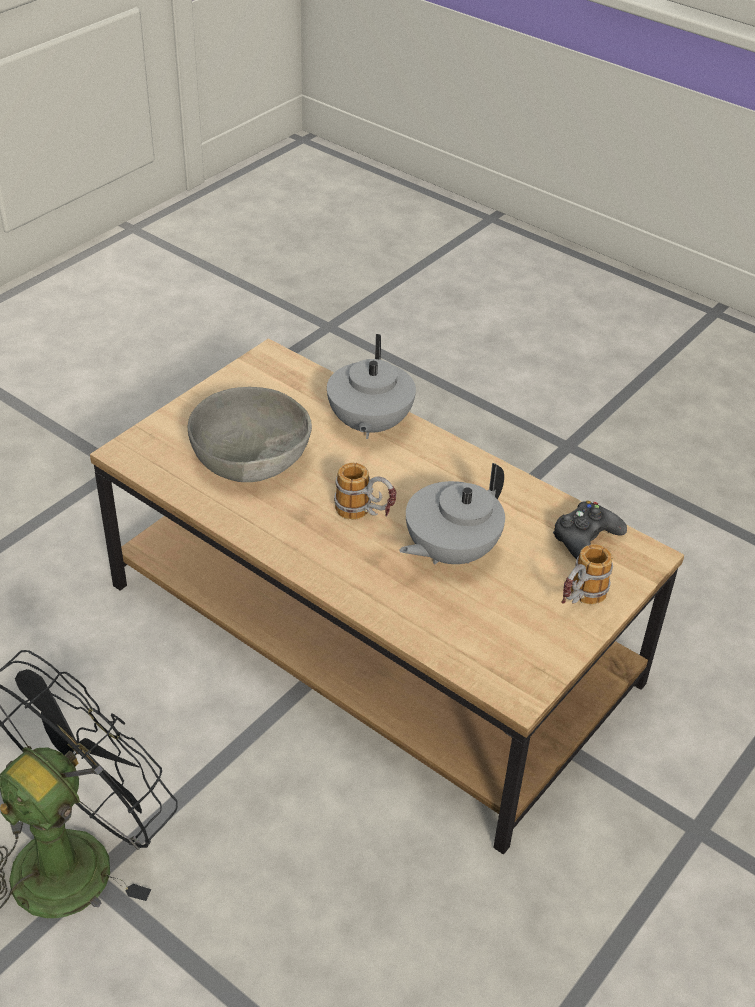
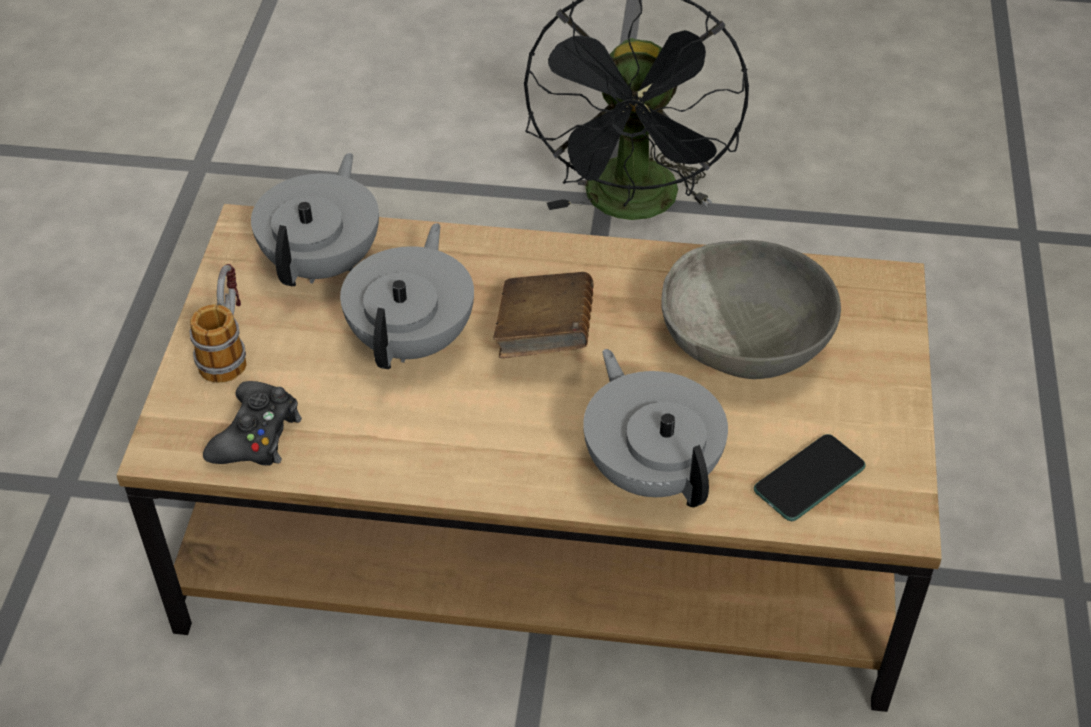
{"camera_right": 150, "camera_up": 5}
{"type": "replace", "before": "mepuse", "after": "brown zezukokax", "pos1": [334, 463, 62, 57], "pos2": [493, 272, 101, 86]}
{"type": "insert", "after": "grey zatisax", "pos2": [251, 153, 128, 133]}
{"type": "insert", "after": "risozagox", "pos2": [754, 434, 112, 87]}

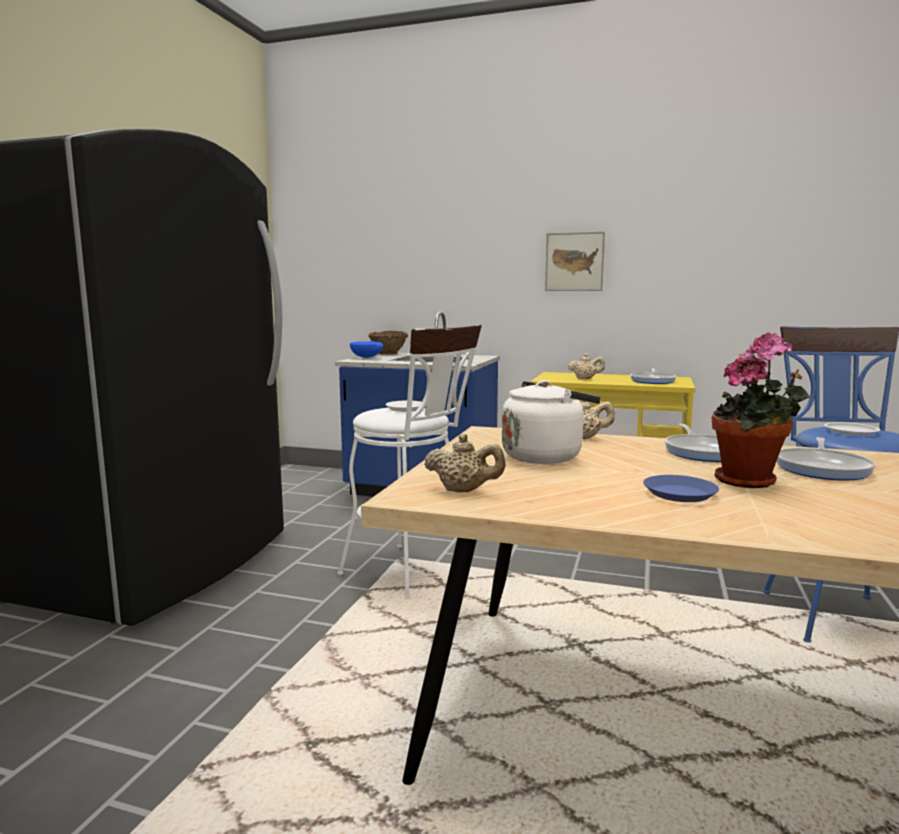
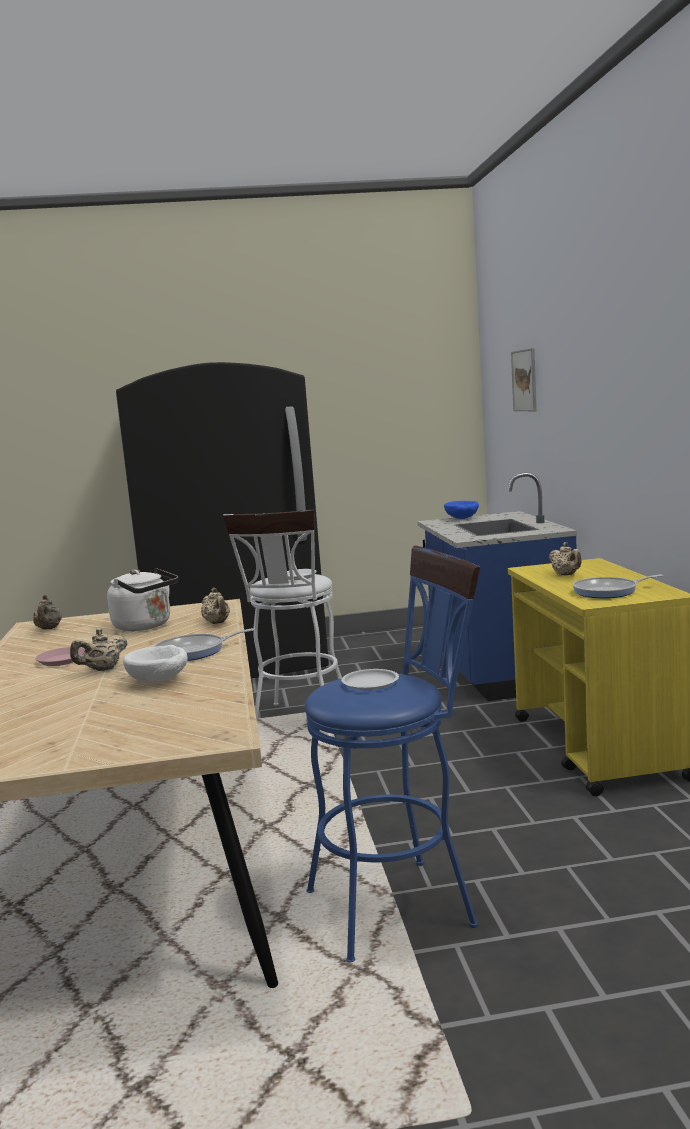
{"camera_right": 65, "camera_up": 0}
{"type": "move", "before": "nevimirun", "pos1": [545, 232, 60, 59], "pos2": [511, 348, 26, 63]}
{"type": "delete", "before": "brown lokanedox", "pos1": [369, 330, 39, 25]}
{"type": "replace", "before": "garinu", "after": "beige zatisax", "pos1": [712, 333, 97, 155], "pos2": [70, 628, 58, 43]}
{"type": "replace", "before": "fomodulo", "after": "white lokanedox", "pos1": [776, 437, 100, 44], "pos2": [123, 645, 65, 38]}
{"type": "recolor", "before": "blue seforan", "after": "pink seforan", "pos1": [643, 475, 76, 27], "pos2": [35, 647, 50, 19]}

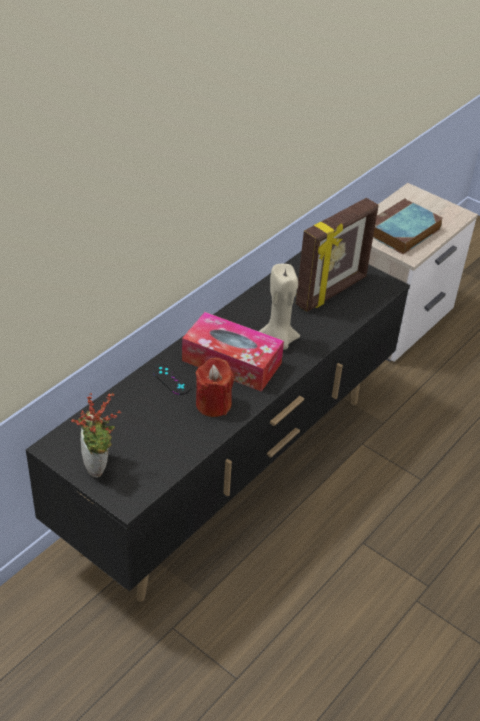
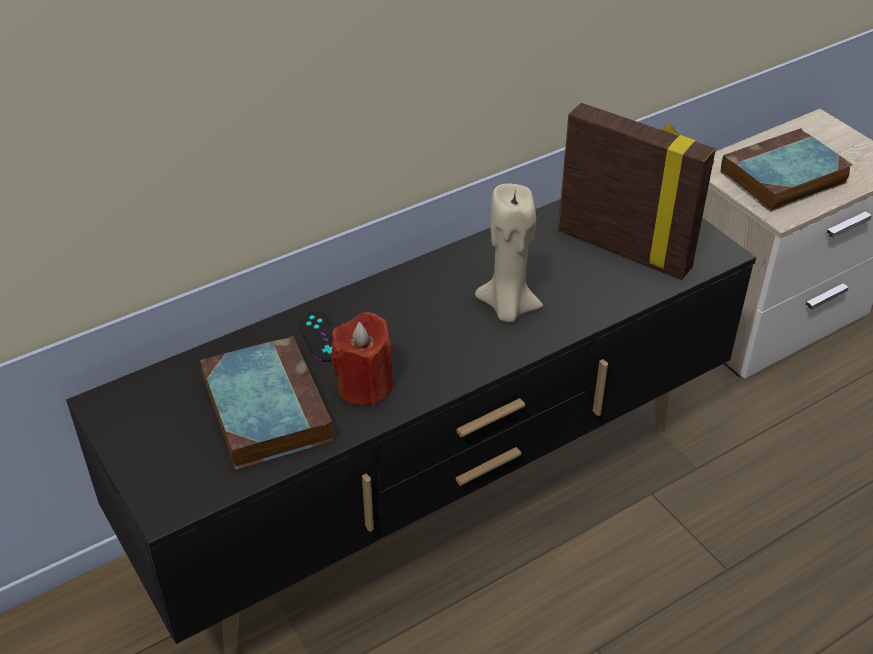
{"camera_right": 20, "camera_up": 0}
{"type": "rotate", "before": "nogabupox", "pos1": [296, 198, 83, 114], "pos2": [558, 103, 158, 177], "turn": -120}
{"type": "delete", "before": "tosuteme", "pos1": [182, 312, 102, 80]}
{"type": "delete", "before": "garinu", "pos1": [71, 392, 50, 86]}
{"type": "insert", "after": "zezukokax", "pos2": [200, 336, 134, 134]}

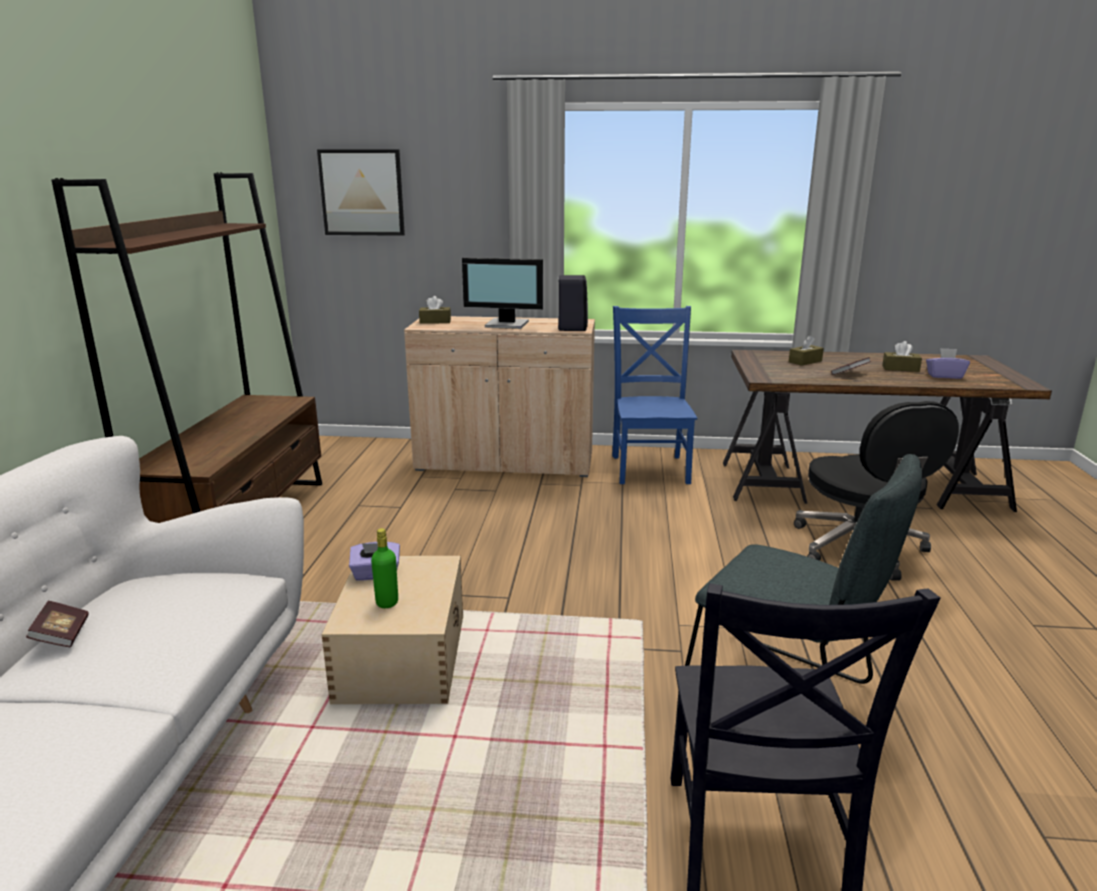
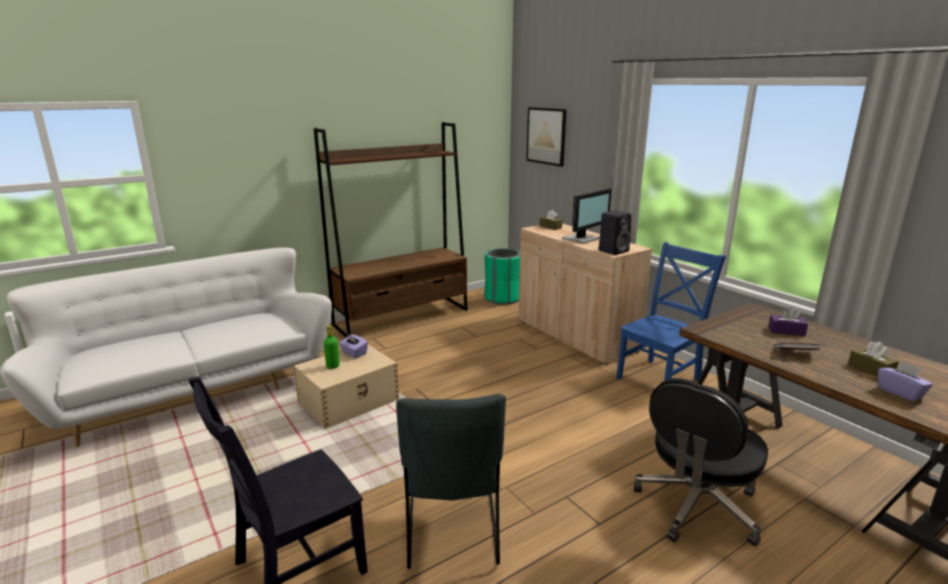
{"camera_right": 50, "camera_up": 0}
{"type": "rotate", "before": "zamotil", "pos1": [462, 257, 81, 72], "pos2": [562, 188, 50, 56], "turn": -105}
{"type": "recolor", "before": "brown tosuteme", "after": "purple tosuteme", "pos1": [789, 335, 35, 31], "pos2": [768, 307, 40, 29]}
{"type": "delete", "before": "zezukokax", "pos1": [26, 601, 63, 46]}
{"type": "insert", "after": "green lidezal", "pos2": [484, 248, 36, 57]}

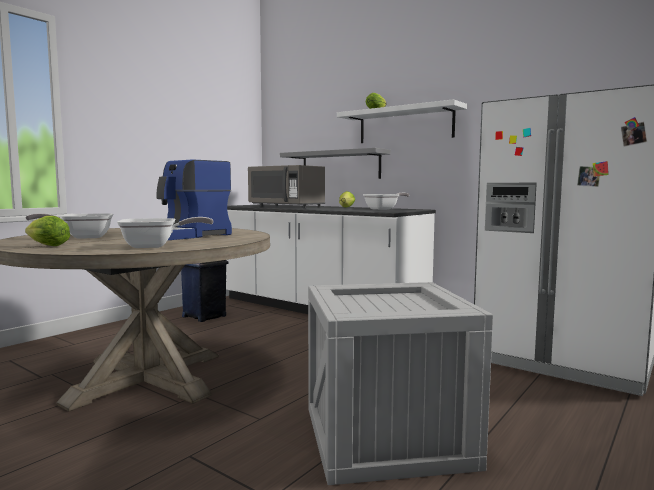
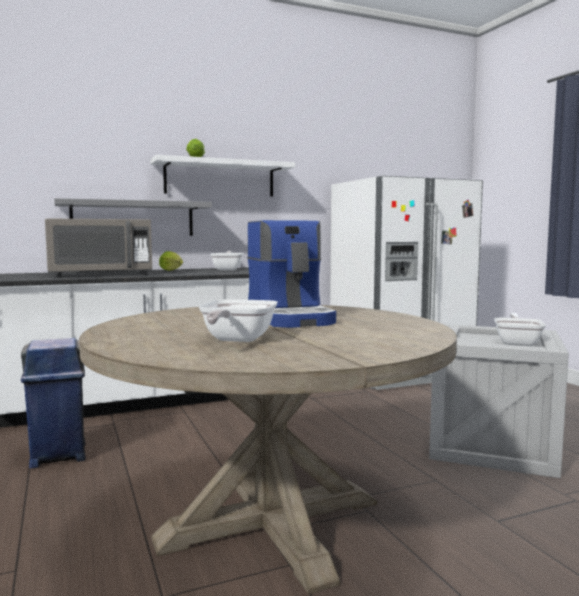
{"camera_right": -60, "camera_up": 0}
{"type": "delete", "before": "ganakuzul", "pos1": [25, 216, 45, 30]}
{"type": "move", "before": "fomodulo", "pos1": [117, 217, 96, 31], "pos2": [494, 313, 52, 33]}

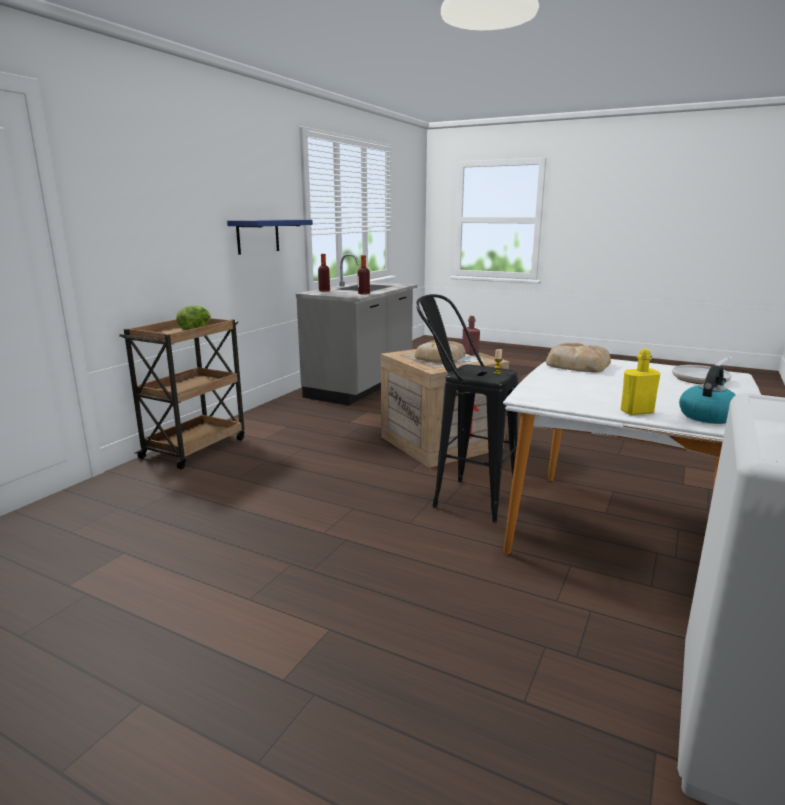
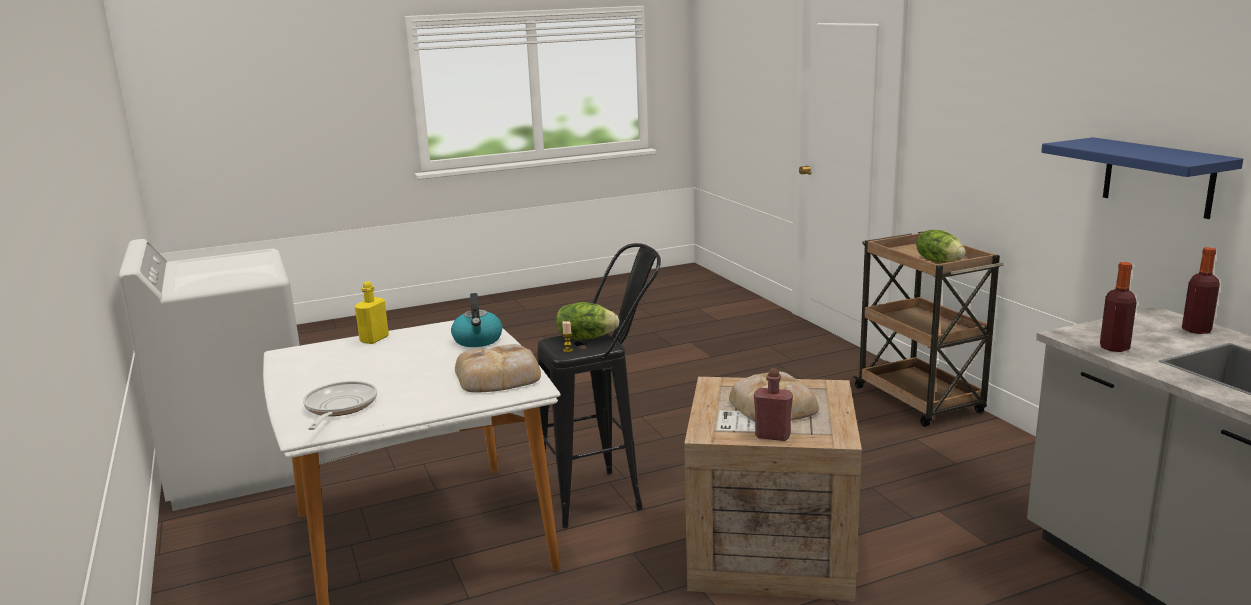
{"camera_right": 130, "camera_up": 0}
{"type": "move", "before": "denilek", "pos1": [679, 365, 57, 59], "pos2": [451, 293, 52, 54]}
{"type": "insert", "after": "ganakuzul", "pos2": [556, 302, 63, 38]}

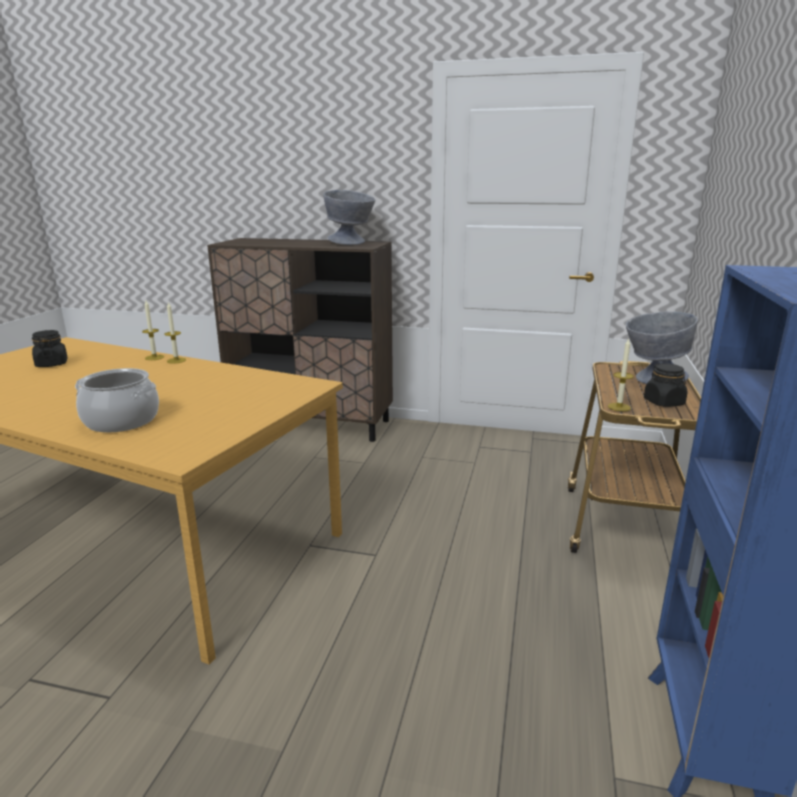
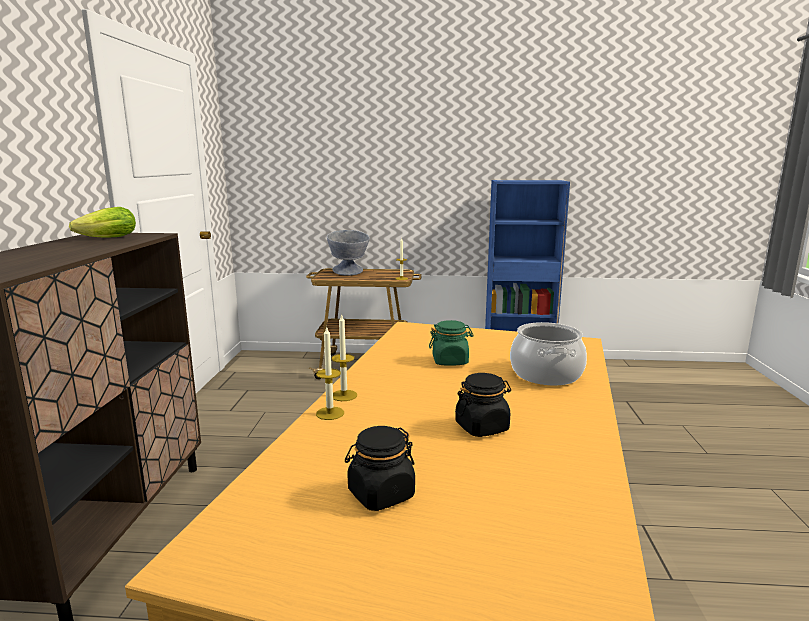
{"camera_right": -100, "camera_up": -5}
{"type": "replace", "before": "grey lokanedox", "after": "ganakuzul", "pos1": [323, 190, 52, 55], "pos2": [69, 207, 67, 31]}
{"type": "move", "before": "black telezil", "pos1": [644, 363, 44, 44], "pos2": [455, 373, 56, 64]}
{"type": "insert", "after": "green telezil", "pos2": [429, 320, 45, 46]}

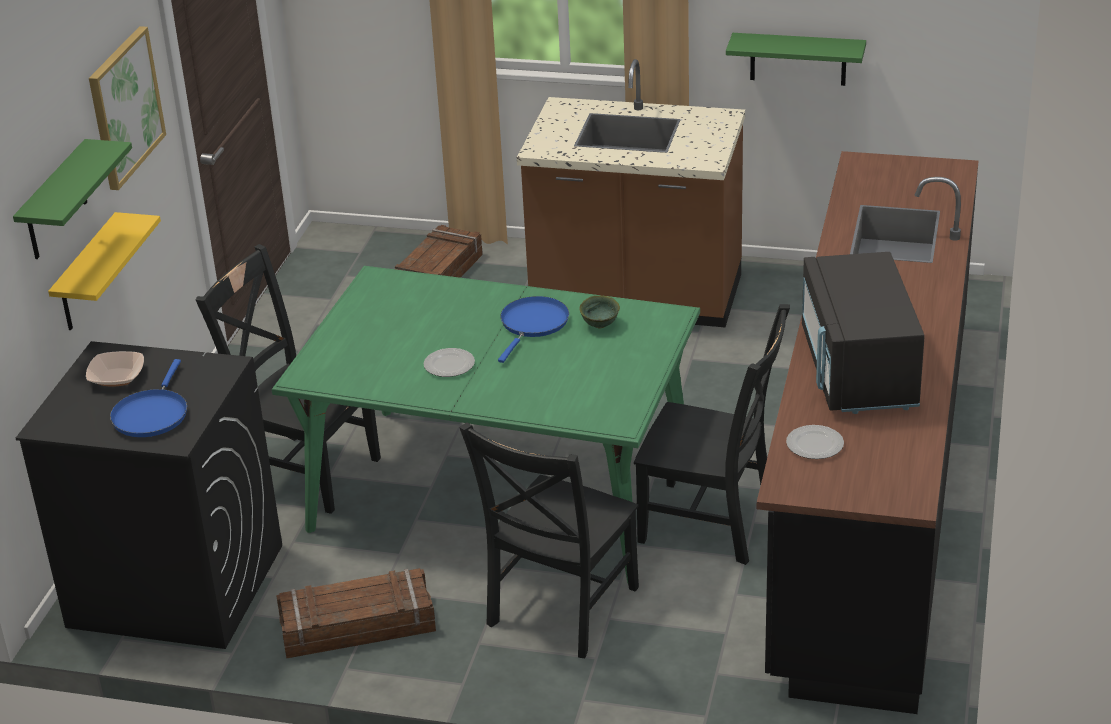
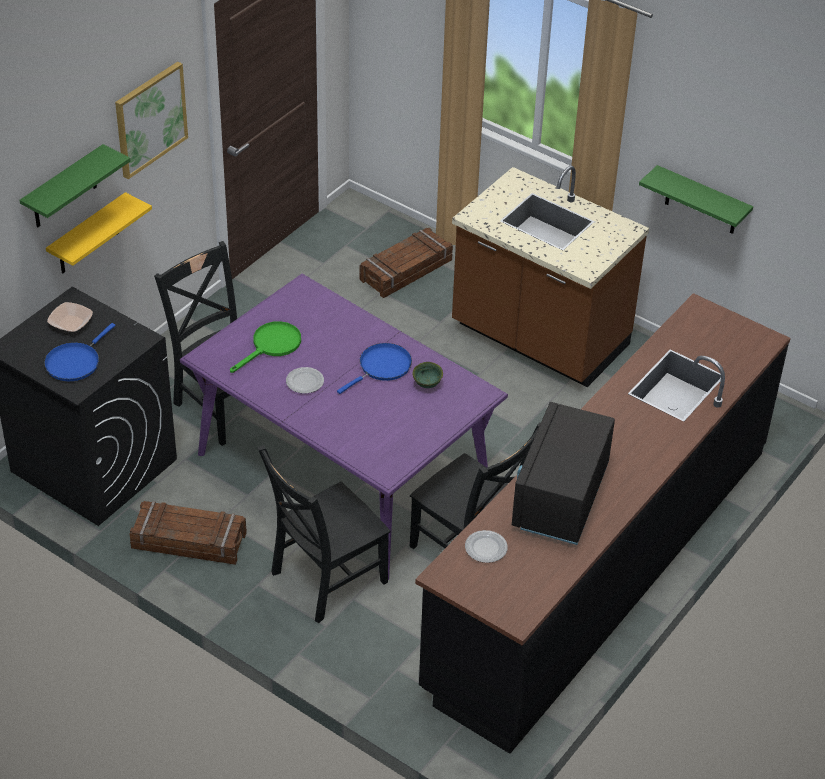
{"camera_right": 20, "camera_up": 10}
{"type": "recolor", "before": "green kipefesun", "after": "purple kipefesun", "pos1": [272, 266, 428, 317], "pos2": [180, 274, 328, 306]}
{"type": "insert", "after": "green fomodulo", "pos2": [230, 321, 71, 52]}

